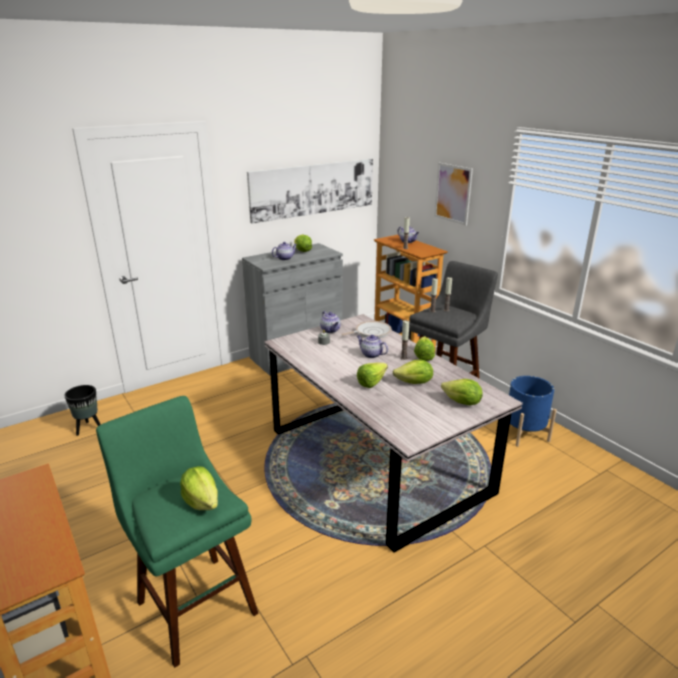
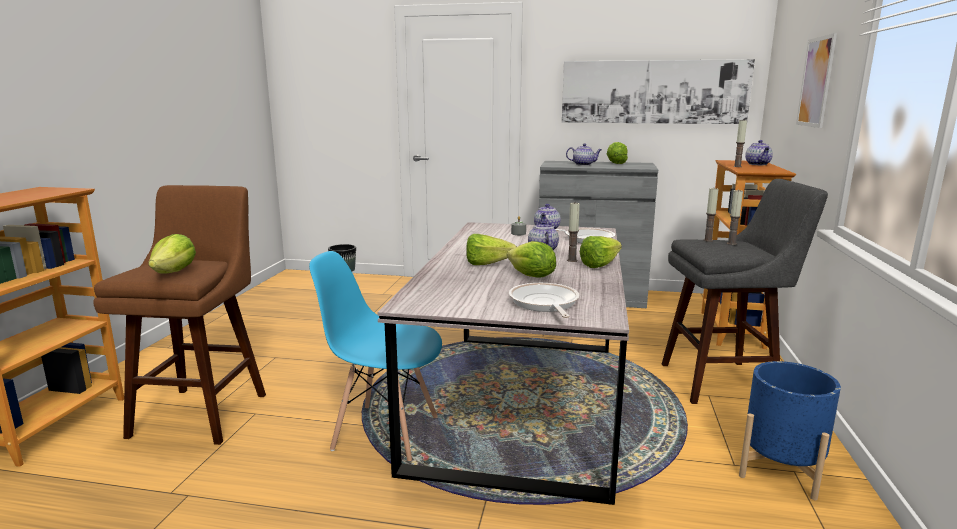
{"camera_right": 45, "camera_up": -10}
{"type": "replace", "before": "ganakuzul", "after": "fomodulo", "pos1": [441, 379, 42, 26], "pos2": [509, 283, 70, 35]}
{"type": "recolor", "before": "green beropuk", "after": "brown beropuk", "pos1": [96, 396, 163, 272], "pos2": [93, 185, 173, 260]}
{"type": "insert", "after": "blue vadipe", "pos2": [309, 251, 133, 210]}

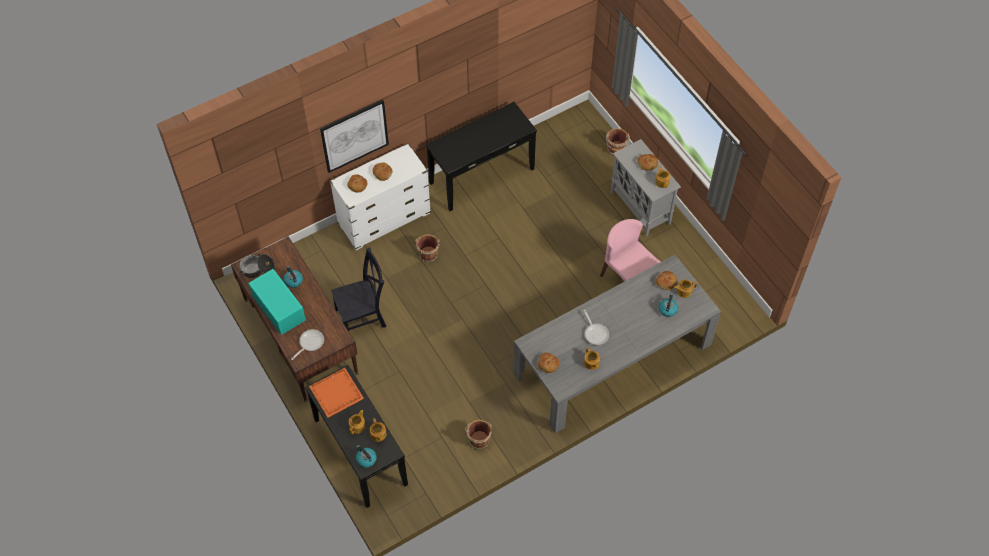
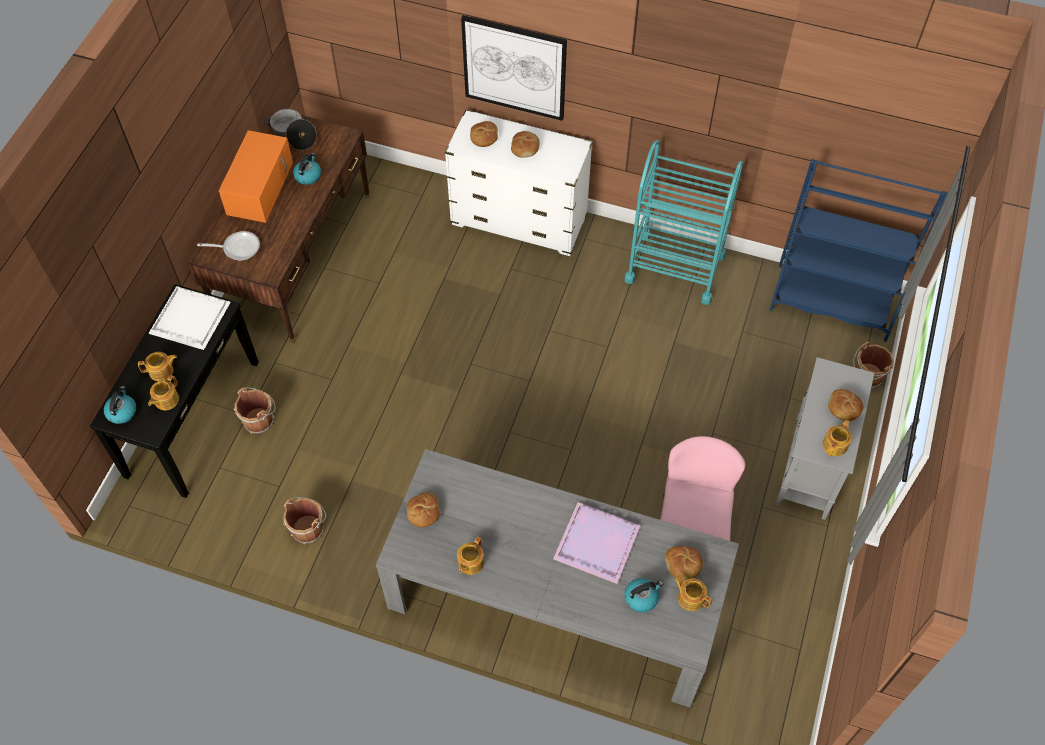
{"camera_right": 50, "camera_up": 0}
{"type": "replace", "before": "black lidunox", "after": "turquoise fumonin", "pos1": [426, 102, 111, 109], "pos2": [624, 140, 119, 165]}
{"type": "move", "before": "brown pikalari", "pos1": [415, 235, 25, 27], "pos2": [234, 387, 42, 47]}
{"type": "delete", "before": "black vadipe", "pos1": [331, 247, 55, 84]}
{"type": "recolor", "before": "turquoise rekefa", "after": "orange rekefa", "pos1": [248, 269, 58, 66], "pos2": [219, 130, 74, 93]}
{"type": "delete", "before": "fomodulo", "pos1": [583, 310, 26, 35]}
{"type": "recolor", "before": "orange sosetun", "after": "white sosetun", "pos1": [309, 368, 55, 50], "pos2": [148, 286, 83, 64]}
{"type": "insert", "after": "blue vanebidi", "pos2": [770, 159, 178, 183]}
{"type": "insert", "after": "purple sosetun", "pos2": [553, 502, 88, 82]}

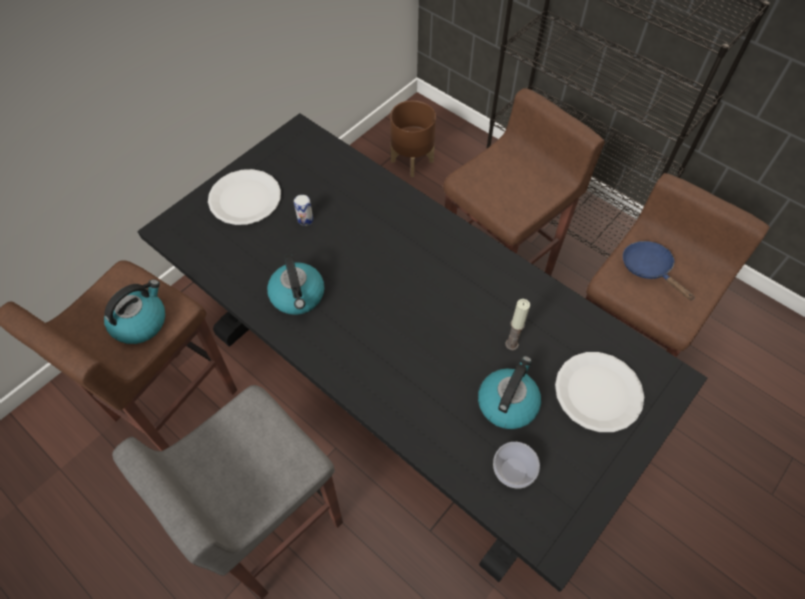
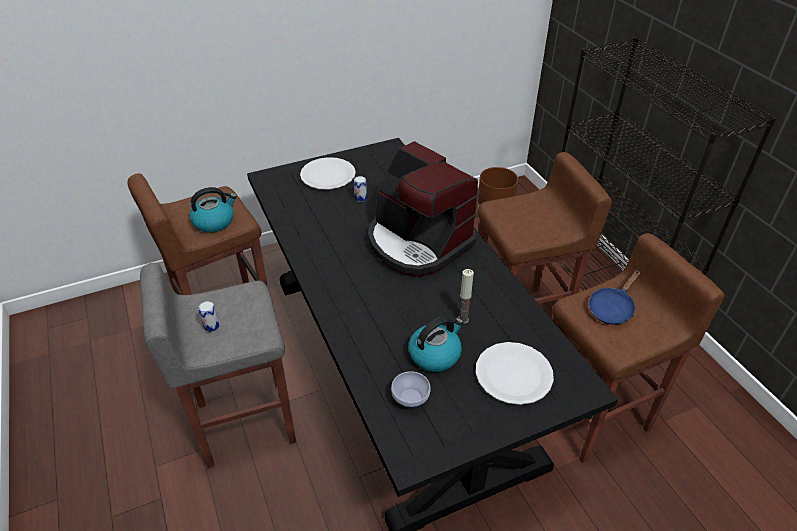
{"camera_right": 25, "camera_up": -15}
{"type": "rotate", "before": "blue fomodulo", "pos1": [623, 241, 72, 59], "pos2": [589, 270, 51, 55], "turn": -135}
{"type": "delete", "before": "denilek", "pos1": [267, 254, 57, 61]}
{"type": "insert", "after": "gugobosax", "pos2": [368, 141, 110, 136]}
{"type": "insert", "after": "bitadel", "pos2": [198, 301, 21, 31]}

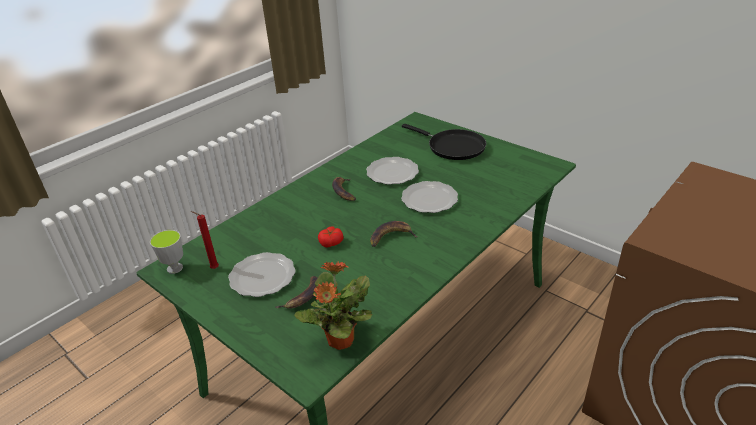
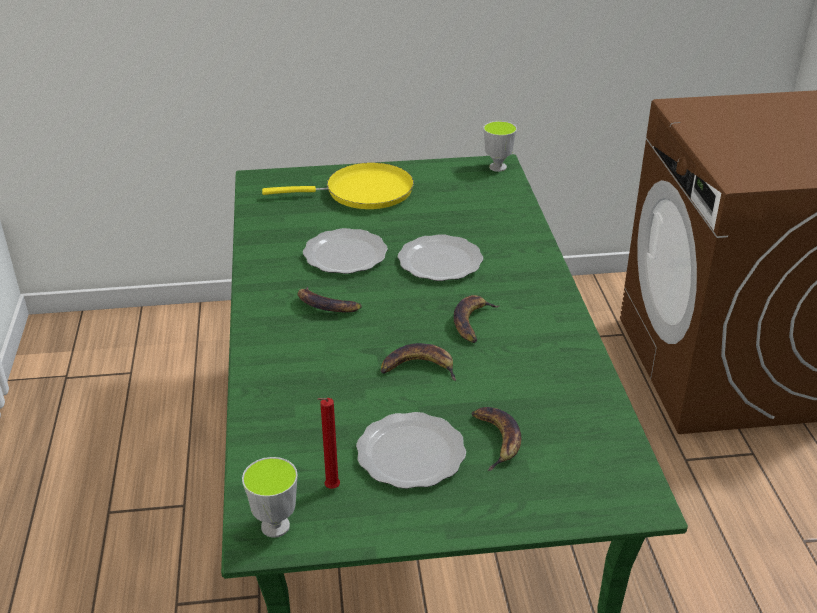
{"camera_right": -50, "camera_up": 0}
{"type": "recolor", "before": "black fomodulo", "after": "yellow fomodulo", "pos1": [402, 124, 84, 36], "pos2": [262, 163, 152, 46]}
{"type": "replace", "before": "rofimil", "after": "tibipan", "pos1": [318, 227, 25, 21], "pos2": [381, 343, 75, 38]}
{"type": "delete", "before": "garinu", "pos1": [294, 261, 78, 89]}
{"type": "insert", "after": "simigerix", "pos2": [484, 121, 33, 51]}

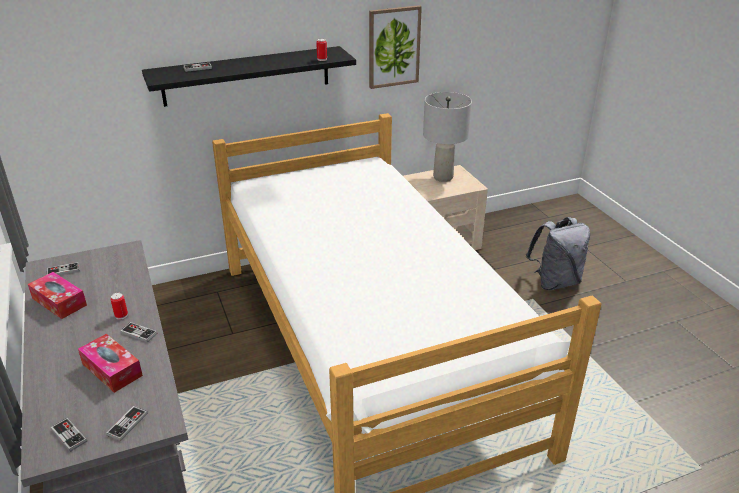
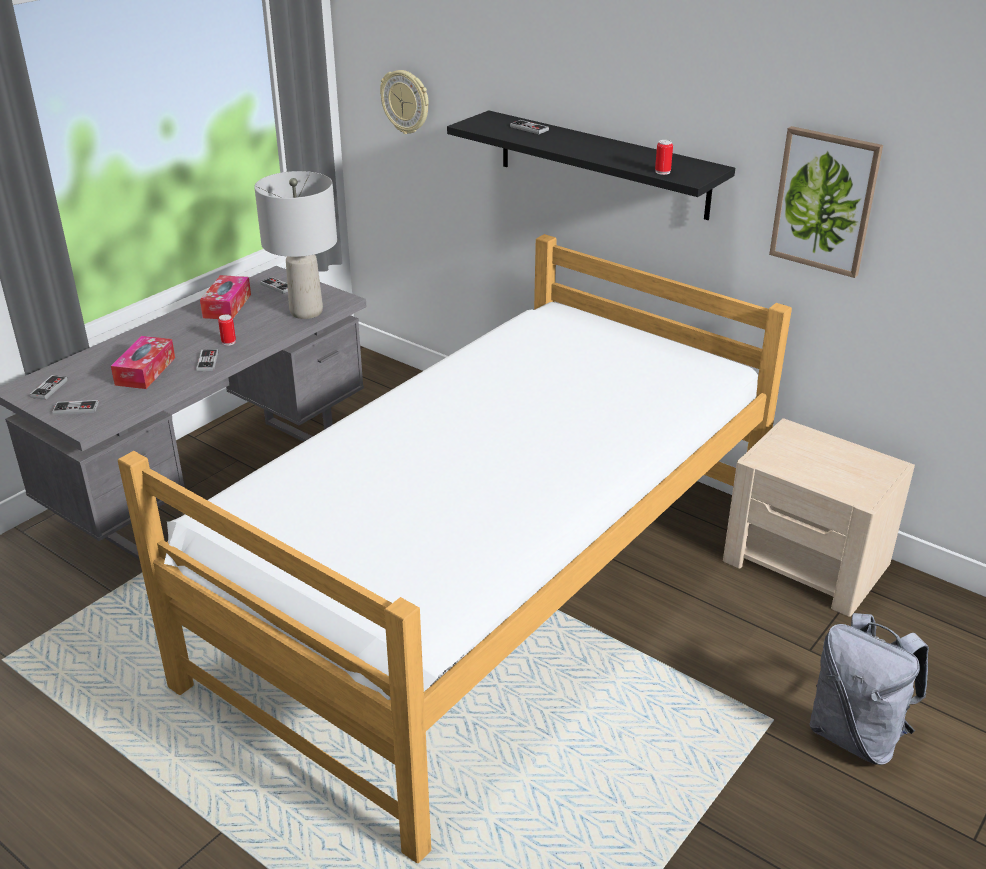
{"camera_right": 60, "camera_up": 0}
{"type": "move", "before": "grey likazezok", "pos1": [423, 92, 49, 90], "pos2": [254, 171, 83, 148]}
{"type": "insert", "after": "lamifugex", "pos2": [380, 70, 49, 64]}

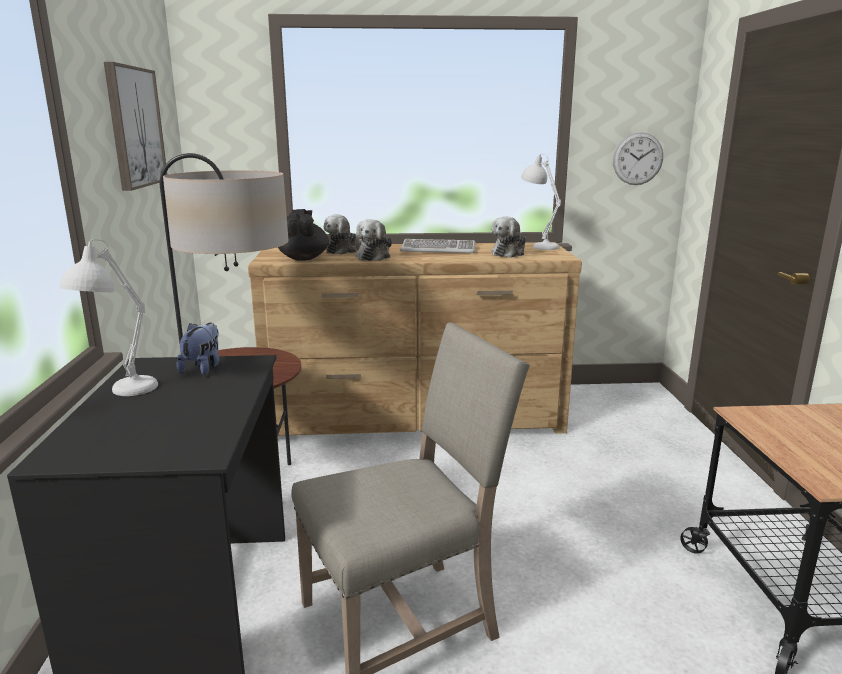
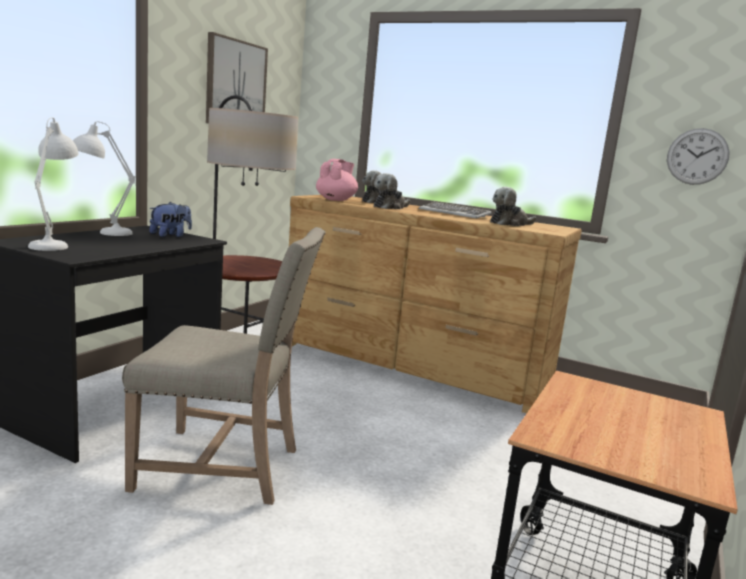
{"camera_right": 30, "camera_up": -5}
{"type": "move", "before": "white likazezok", "pos1": [521, 154, 40, 96], "pos2": [28, 117, 50, 134]}
{"type": "recolor", "before": "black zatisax", "after": "pink zatisax", "pos1": [278, 209, 51, 52], "pos2": [316, 159, 42, 42]}

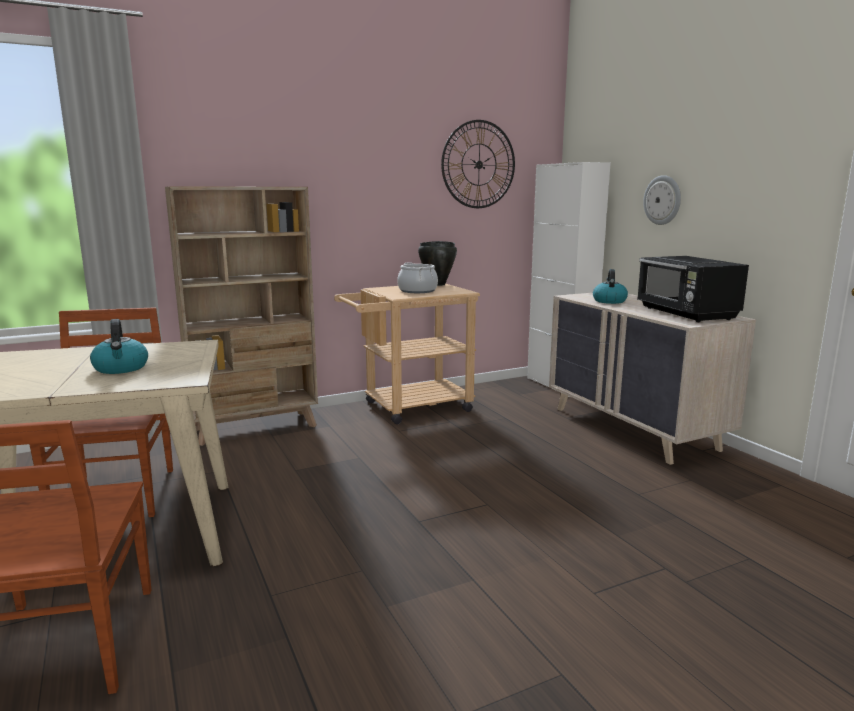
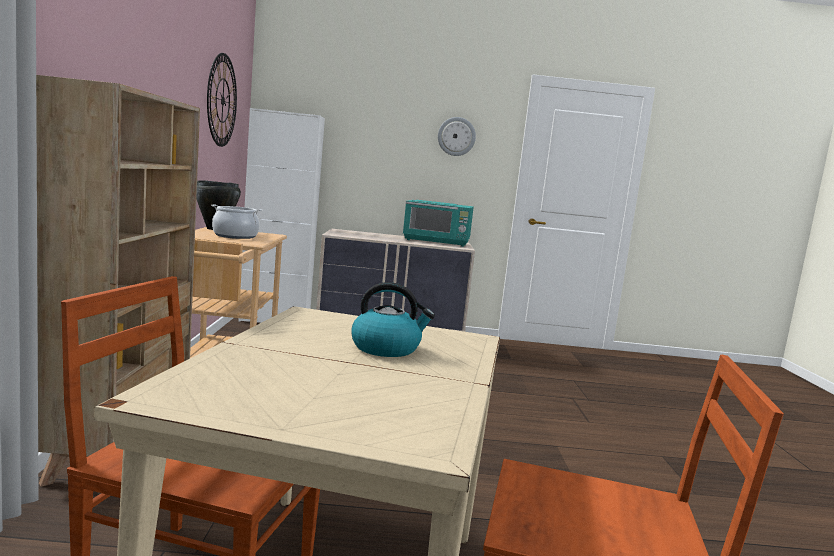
{"camera_right": -65, "camera_up": -5}
{"type": "move", "before": "lamifugex", "pos1": [643, 175, 38, 50], "pos2": [438, 117, 38, 39]}
{"type": "recolor", "before": "black rekefa", "after": "turquoise rekefa", "pos1": [638, 256, 111, 66], "pos2": [403, 200, 71, 47]}
{"type": "delete", "before": "denilek", "pos1": [593, 269, 35, 35]}

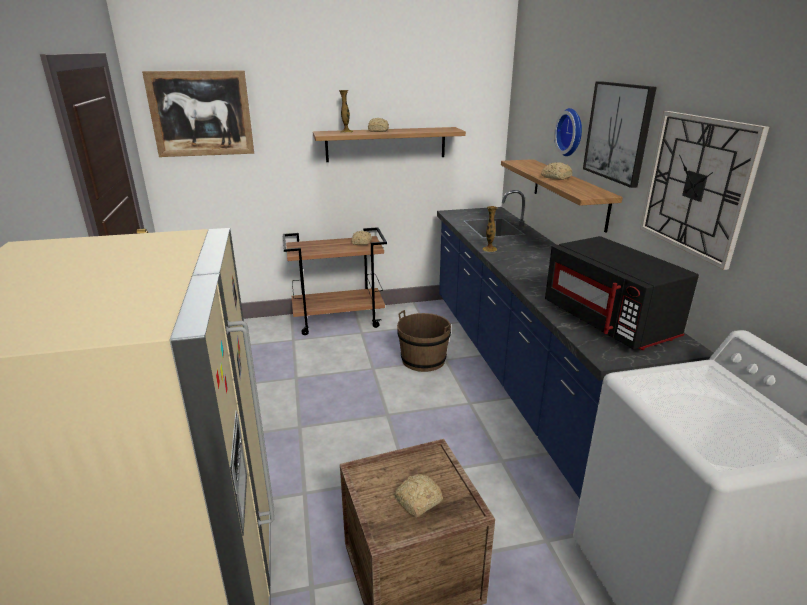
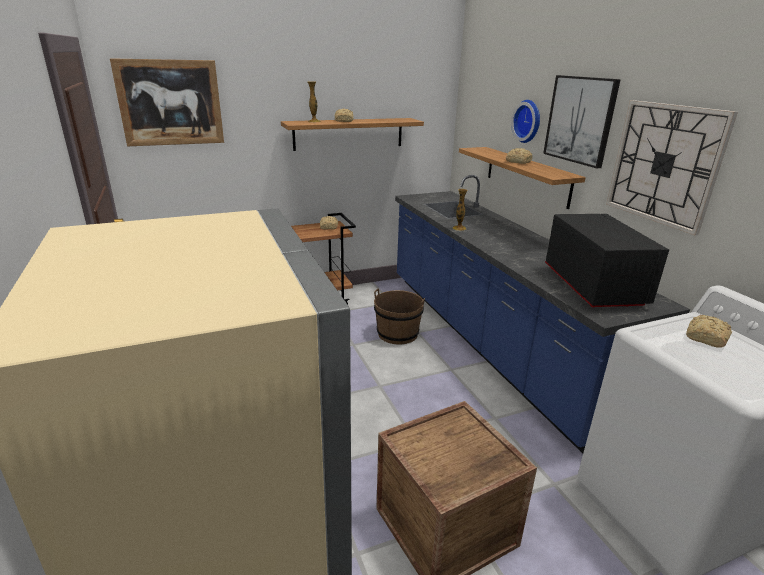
{"camera_right": -10, "camera_up": 0}
{"type": "rotate", "before": "black rekefa", "pos1": [545, 236, 154, 114], "pos2": [545, 214, 124, 94], "turn": -150}
{"type": "move", "before": "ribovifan", "pos1": [394, 474, 49, 43], "pos2": [686, 315, 46, 33]}

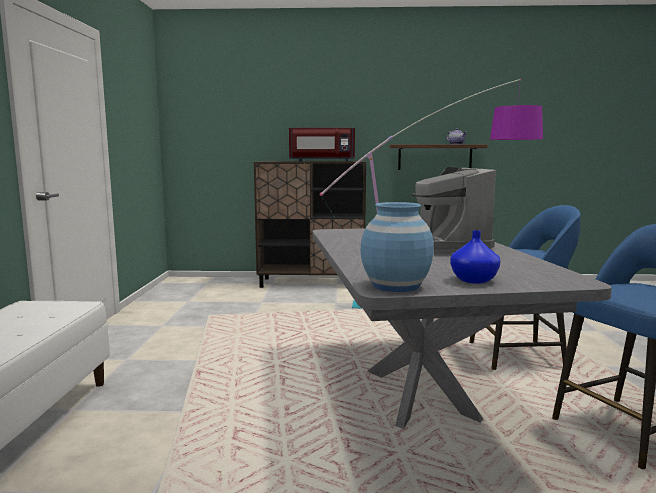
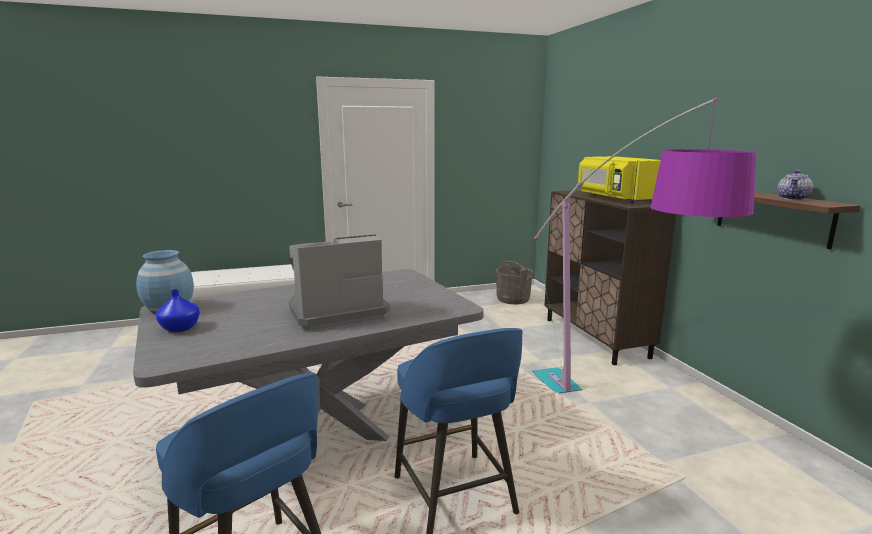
{"camera_right": 70, "camera_up": 5}
{"type": "recolor", "before": "red rekefa", "after": "yellow rekefa", "pos1": [289, 128, 66, 33], "pos2": [578, 156, 83, 48]}
{"type": "insert", "after": "grey pikalari", "pos2": [496, 261, 37, 43]}

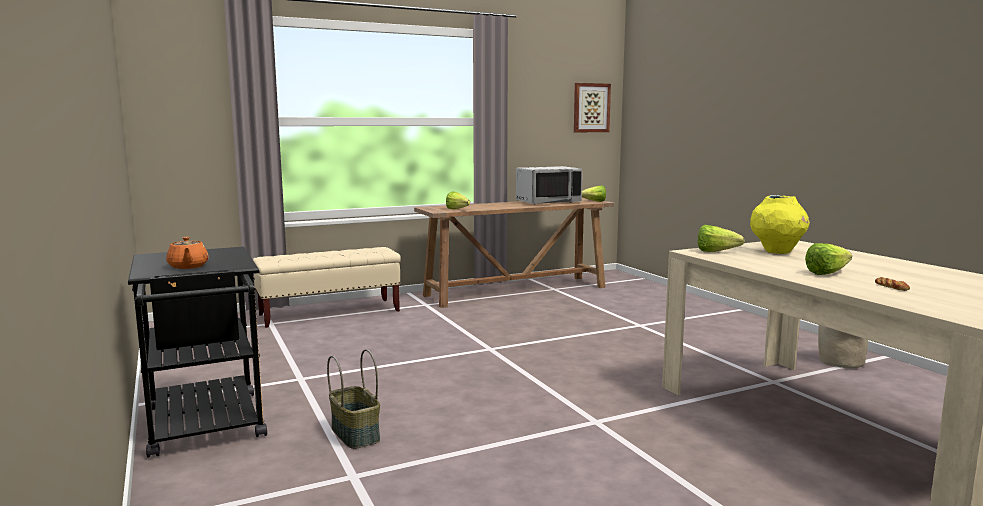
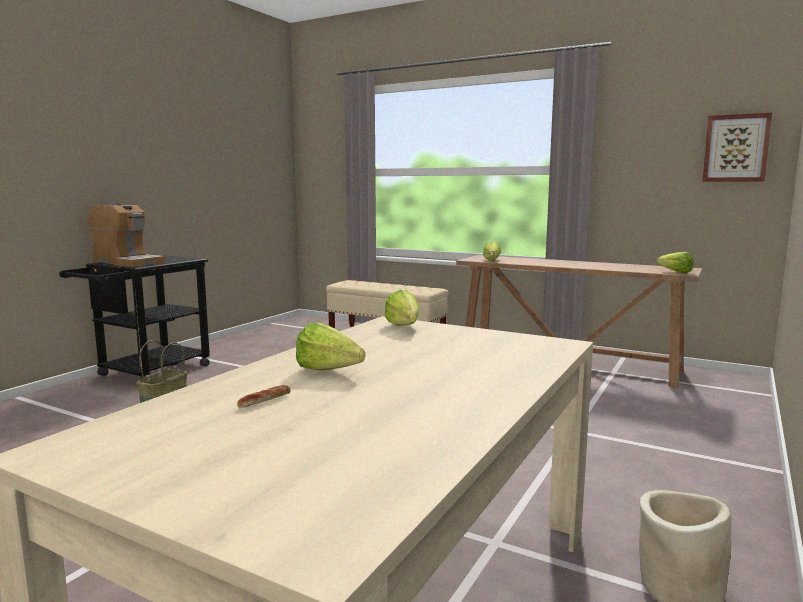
{"camera_right": 55, "camera_up": 0}
{"type": "delete", "before": "grey rekefa", "pos1": [516, 166, 66, 39]}
{"type": "delete", "before": "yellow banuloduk", "pos1": [750, 195, 60, 59]}
{"type": "replace", "before": "orange zatisax", "after": "gugobosax", "pos1": [166, 237, 43, 32], "pos2": [88, 203, 77, 64]}

